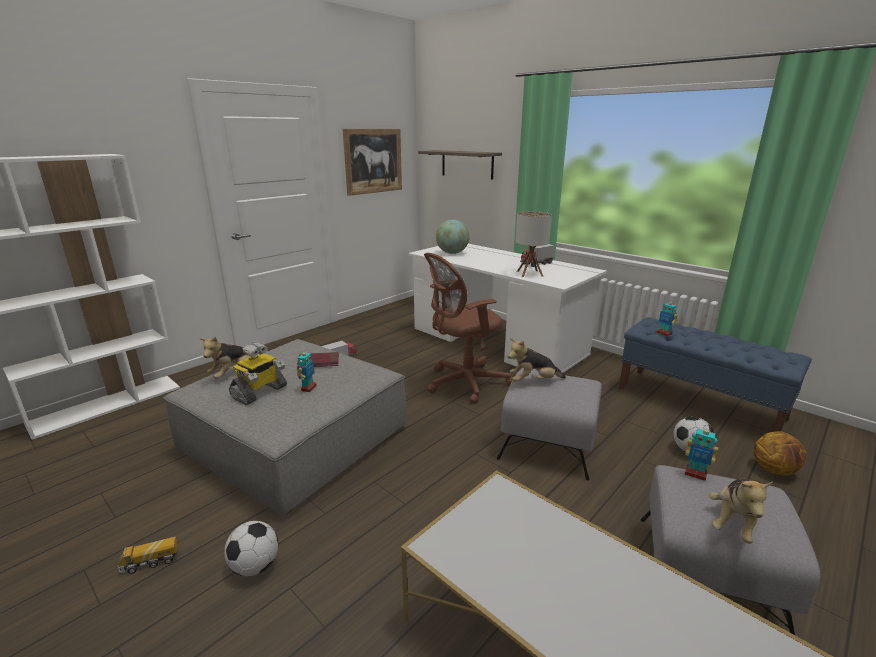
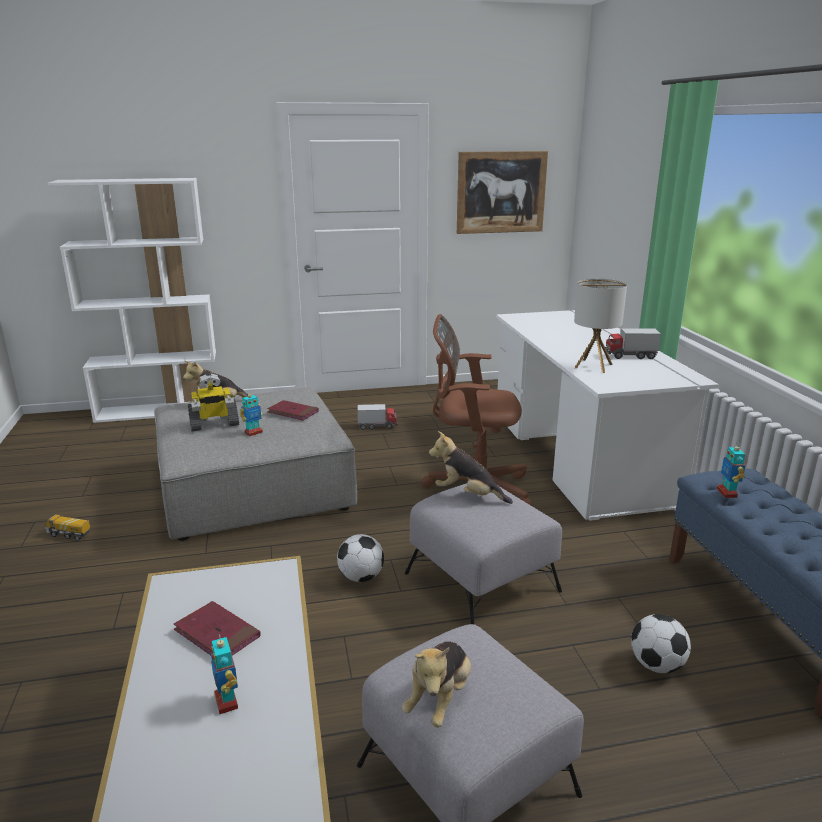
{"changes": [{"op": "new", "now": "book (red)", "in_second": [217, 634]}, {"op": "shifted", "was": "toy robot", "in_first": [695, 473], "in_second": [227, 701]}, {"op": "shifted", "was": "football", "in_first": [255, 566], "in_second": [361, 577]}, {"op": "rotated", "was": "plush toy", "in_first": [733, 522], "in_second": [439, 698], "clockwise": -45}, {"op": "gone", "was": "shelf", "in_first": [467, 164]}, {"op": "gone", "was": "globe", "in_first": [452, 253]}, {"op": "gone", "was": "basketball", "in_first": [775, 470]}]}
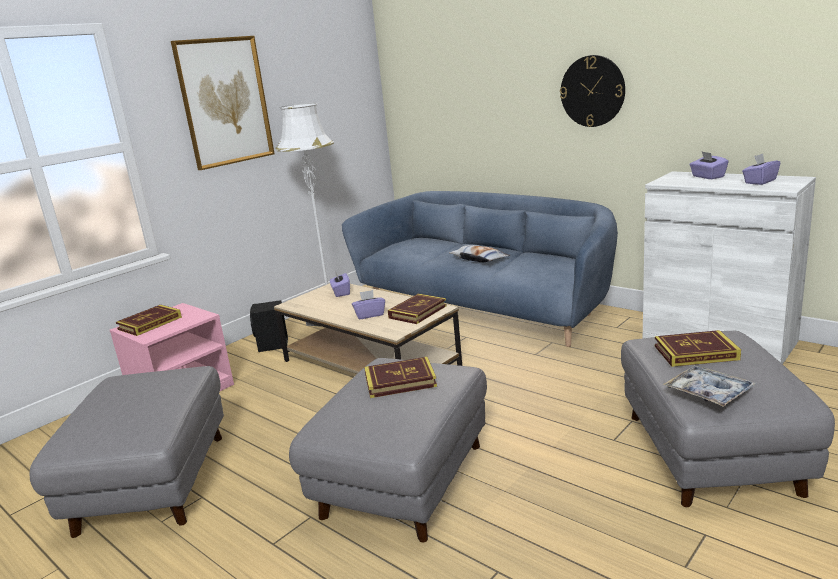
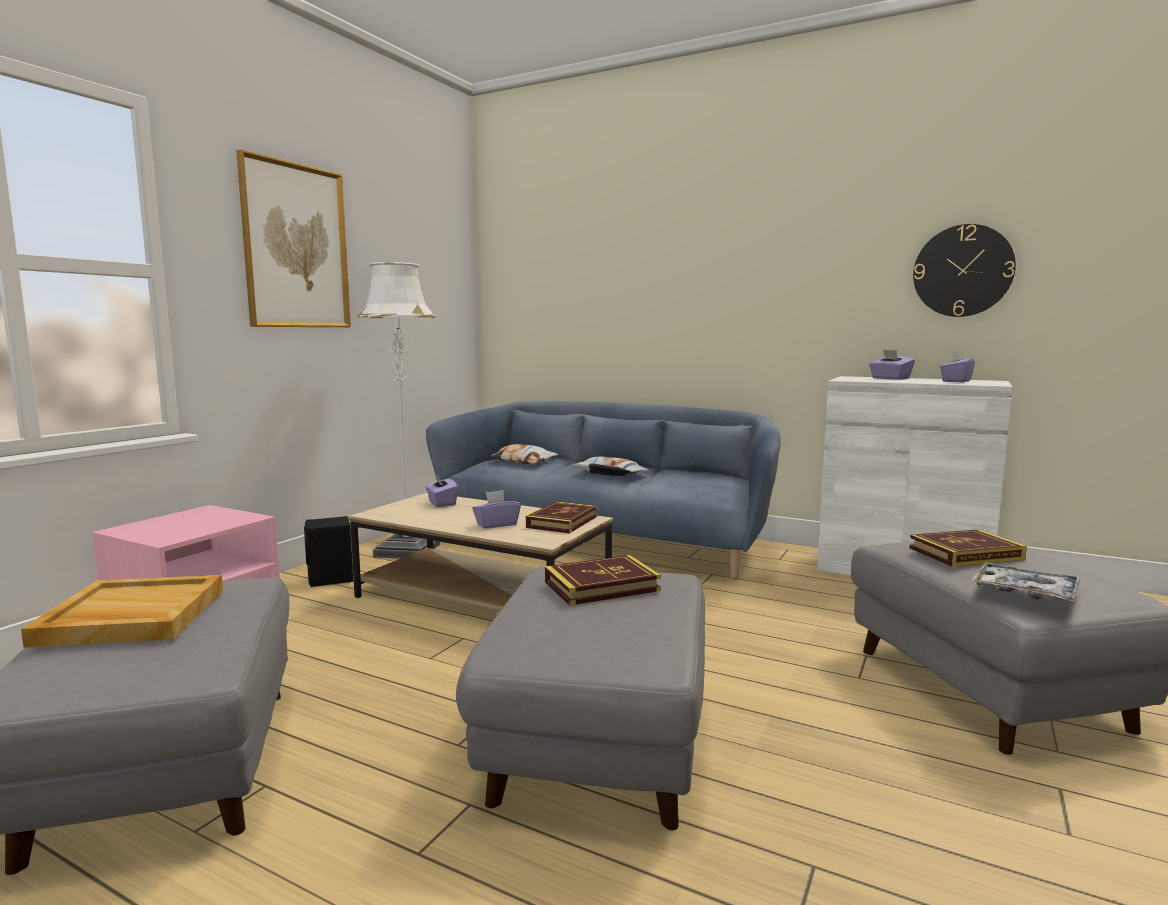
{"changes": [{"op": "new", "now": "tray (beige)", "in_second": [131, 616]}, {"op": "new", "now": "pillow", "in_second": [522, 461]}, {"op": "shifted", "was": "wall clock", "in_first": [592, 91], "in_second": [962, 271]}, {"op": "gone", "was": "book", "in_first": [150, 323]}]}
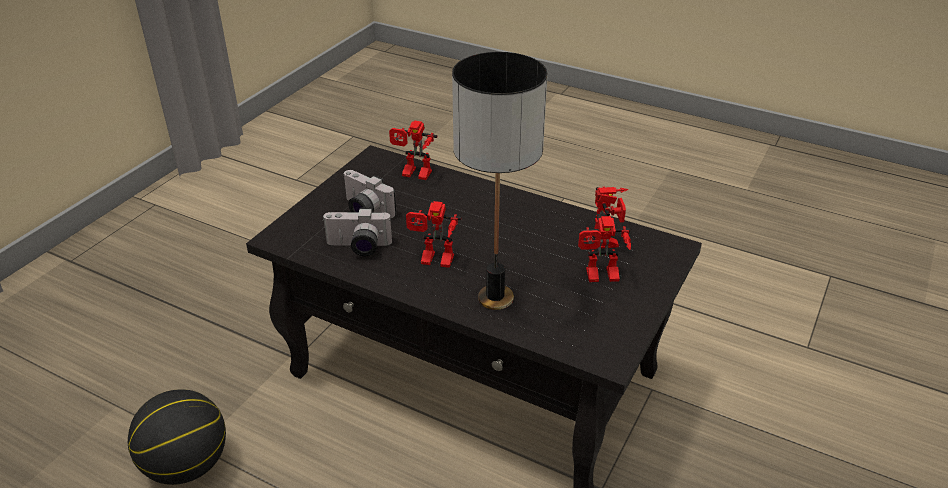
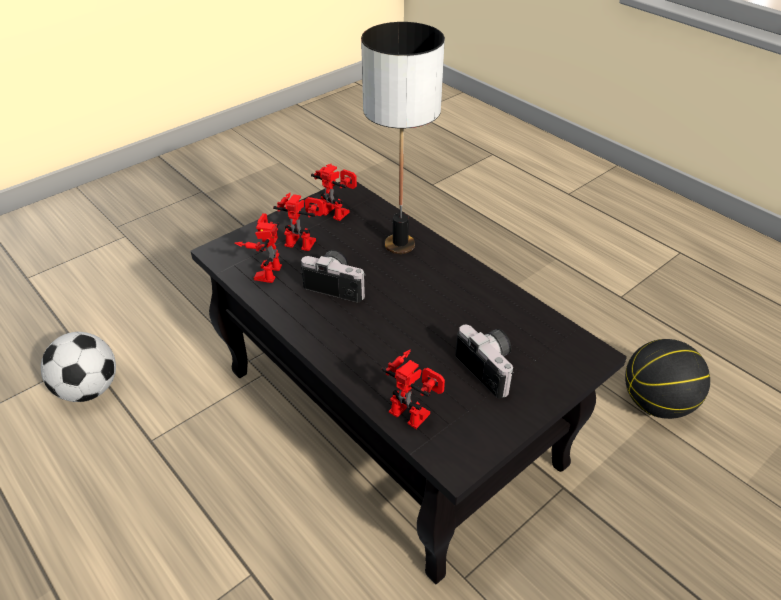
{"changes": [{"op": "new", "now": "football", "in_second": [88, 389]}, {"op": "shifted", "was": "photo camera", "in_first": [358, 247], "in_second": [337, 284]}, {"op": "shifted", "was": "toy robot", "in_first": [434, 262], "in_second": [338, 211]}]}
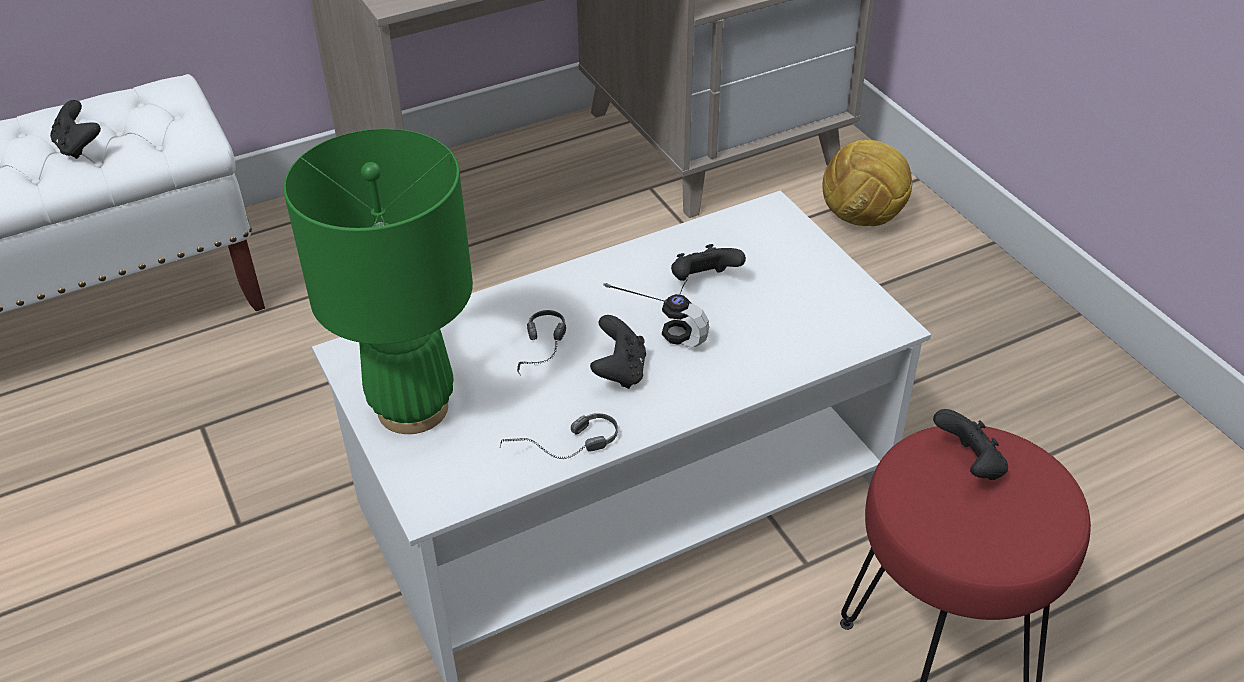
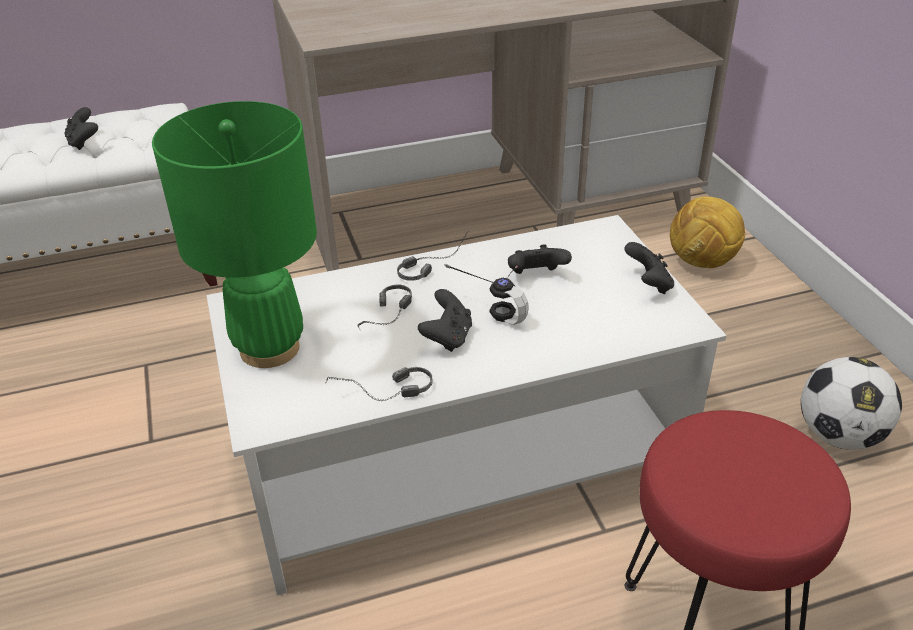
{"changes": [{"op": "new", "now": "headphones", "in_second": [432, 262]}, {"op": "shifted", "was": "game controller (black)", "in_first": [969, 465], "in_second": [648, 284]}, {"op": "new", "now": "football", "in_second": [838, 435]}]}
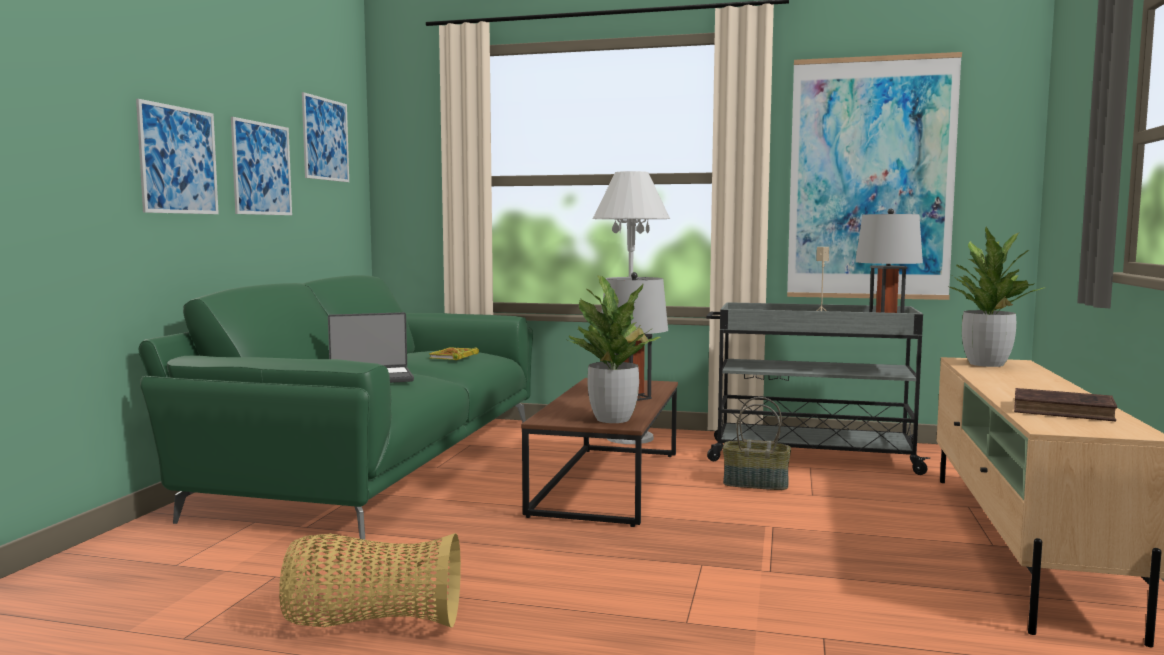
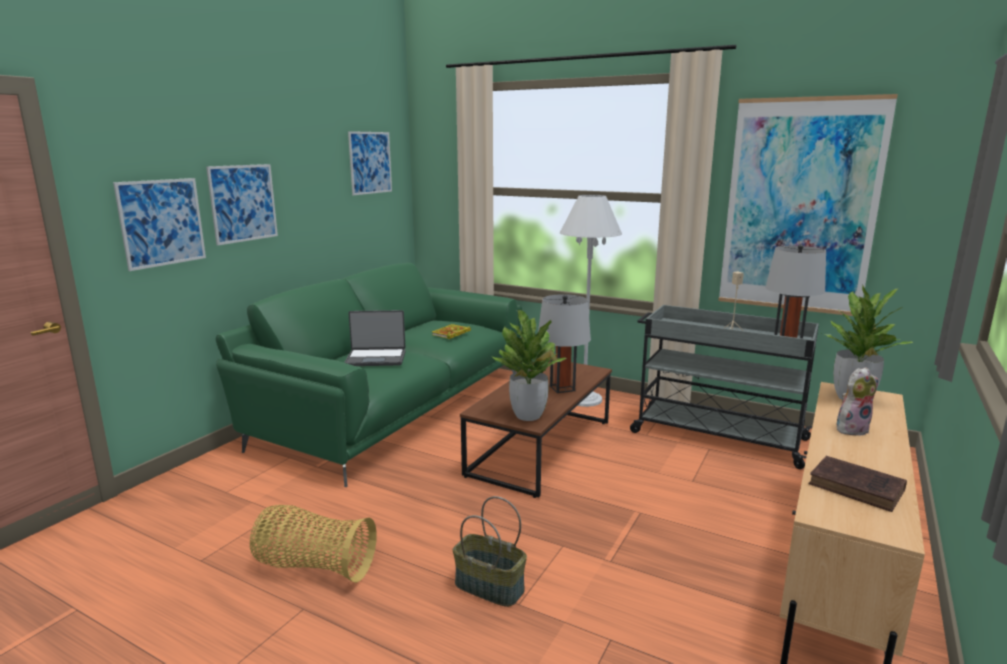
{"changes": [{"op": "shifted", "was": "picture", "in_first": [262, 168], "in_second": [162, 222]}, {"op": "shifted", "was": "basket", "in_first": [755, 484], "in_second": [488, 587]}, {"op": "new", "now": "plush toy", "in_second": [851, 429]}]}
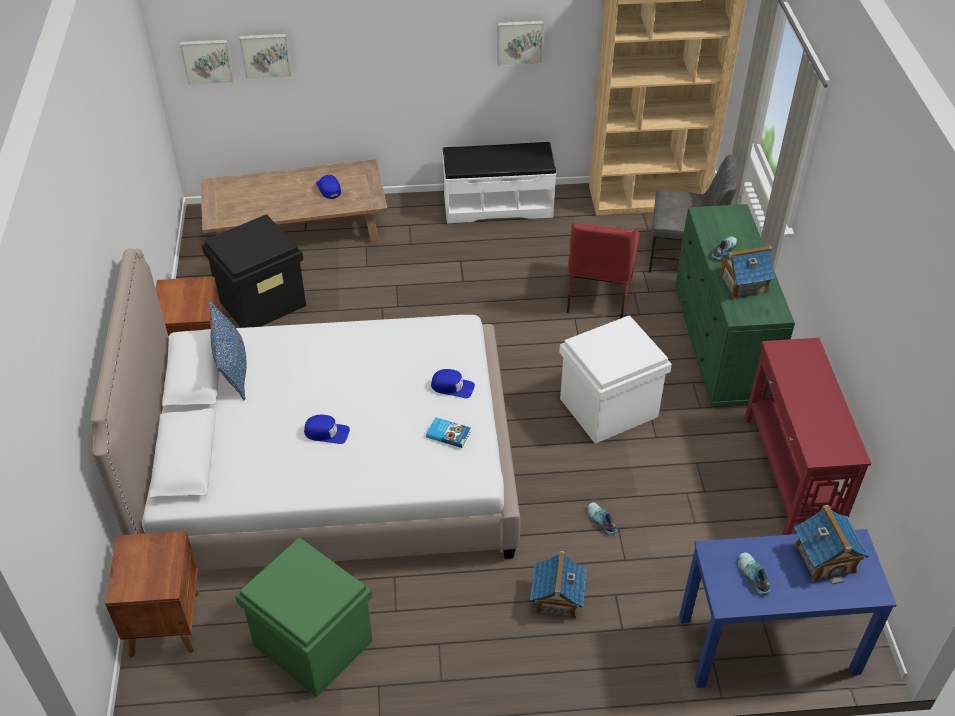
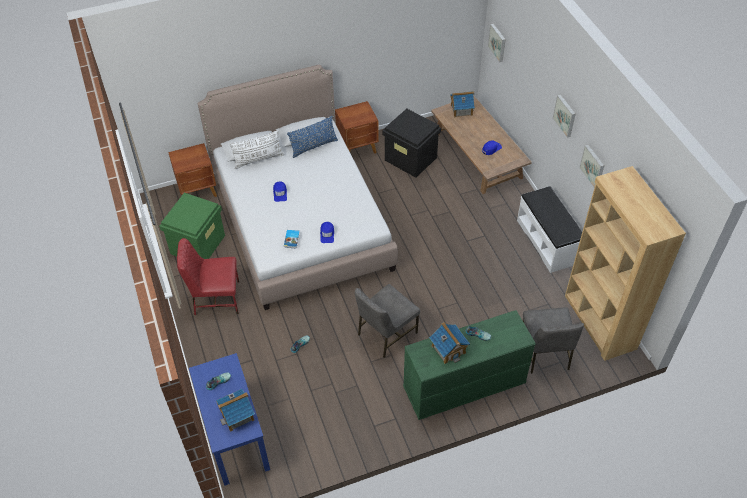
{"changes": [{"op": "shifted", "was": "chair (red)", "in_first": [597, 295], "in_second": [216, 298]}, {"op": "new", "now": "pillow (white)", "in_second": [258, 159]}, {"op": "swapped", "was": "storage box (white)", "now": "chair (grey)", "in_first": [608, 408], "in_second": [386, 333]}, {"op": "shifted", "was": "toy house", "in_first": [557, 599], "in_second": [461, 110]}, {"op": "shifted", "was": "picture", "in_first": [265, 55], "in_second": [565, 115]}, {"op": "gone", "was": "console table (red)", "in_first": [790, 475]}]}
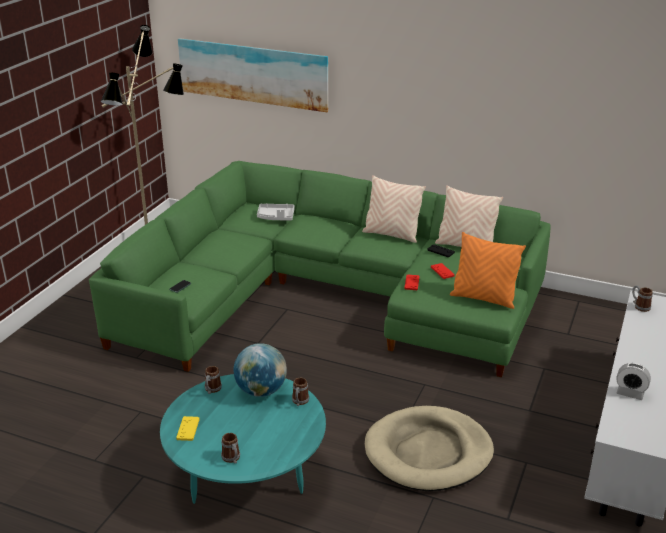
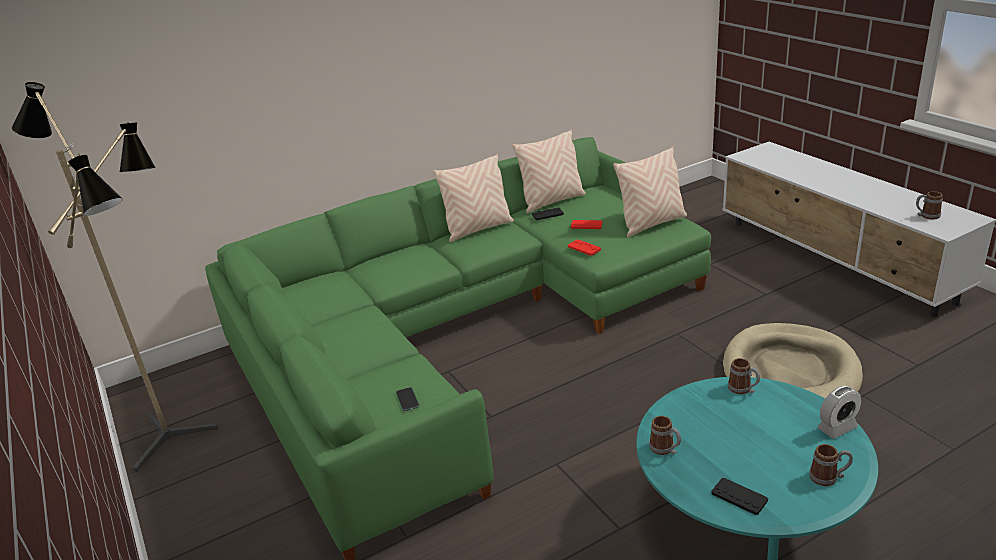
{"changes": [{"op": "repainted", "was": "pillow (orange)", "now": "pillow (beige)", "in_first": [483, 298], "in_second": [651, 224]}, {"op": "repainted", "was": "game controller (yellow)", "now": "game controller (black)", "in_first": [188, 429], "in_second": [739, 497]}, {"op": "shifted", "was": "alarm clock", "in_first": [630, 393], "in_second": [837, 428]}, {"op": "shifted", "was": "mug", "in_first": [639, 306], "in_second": [926, 216]}, {"op": "gone", "was": "picture", "in_first": [253, 73]}, {"op": "gone", "was": "globe", "in_first": [261, 391]}, {"op": "gone", "was": "tray (grey)", "in_first": [276, 217]}]}
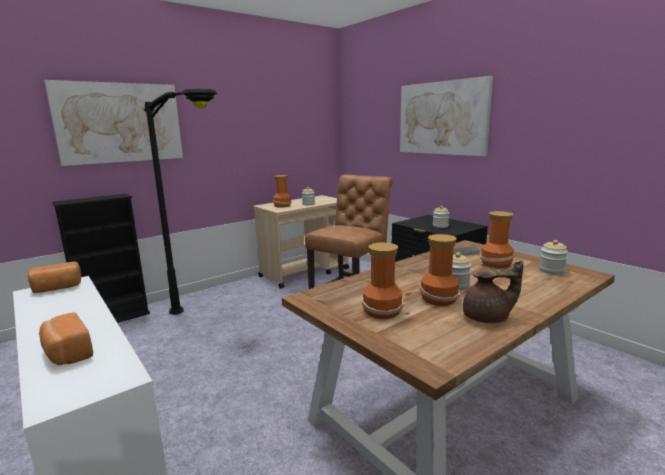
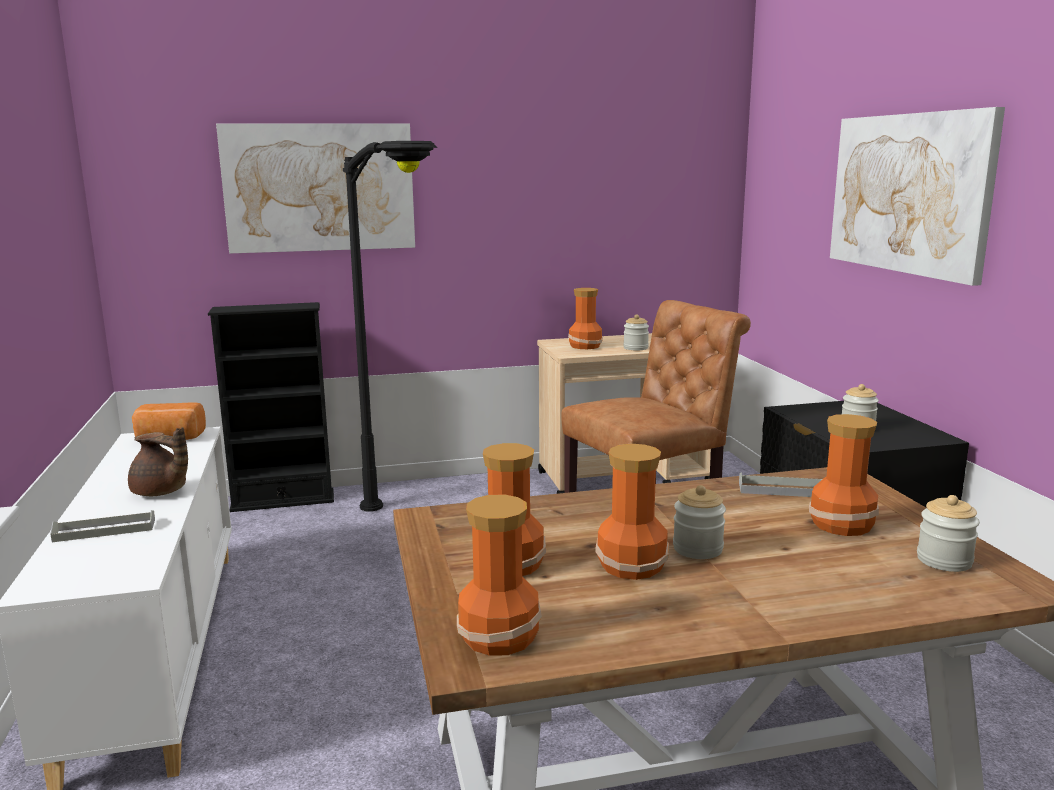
{"changes": [{"op": "swapped", "was": "bread", "now": "tray (grey)", "in_first": [67, 353], "in_second": [105, 530]}, {"op": "shifted", "was": "teapot (brown)", "in_first": [488, 318], "in_second": [161, 492]}, {"op": "new", "now": "vase", "in_second": [501, 637]}]}
